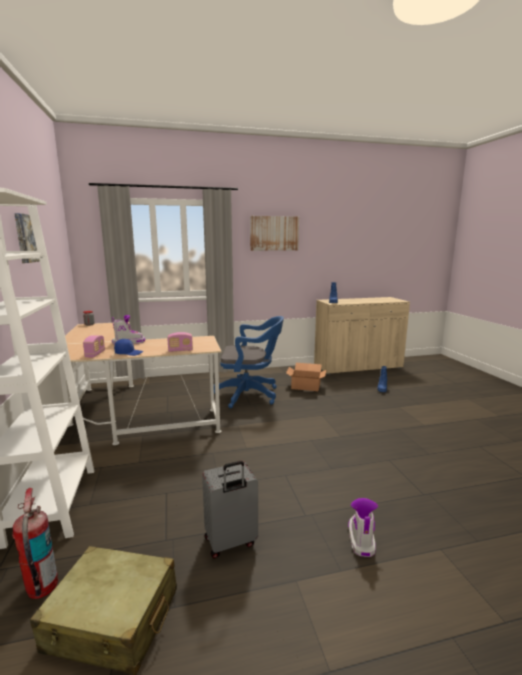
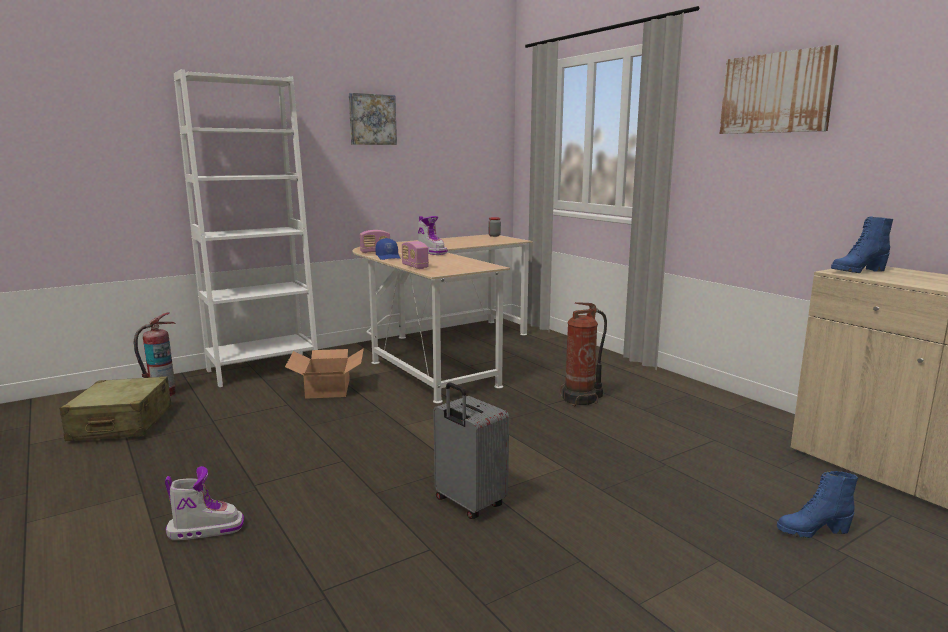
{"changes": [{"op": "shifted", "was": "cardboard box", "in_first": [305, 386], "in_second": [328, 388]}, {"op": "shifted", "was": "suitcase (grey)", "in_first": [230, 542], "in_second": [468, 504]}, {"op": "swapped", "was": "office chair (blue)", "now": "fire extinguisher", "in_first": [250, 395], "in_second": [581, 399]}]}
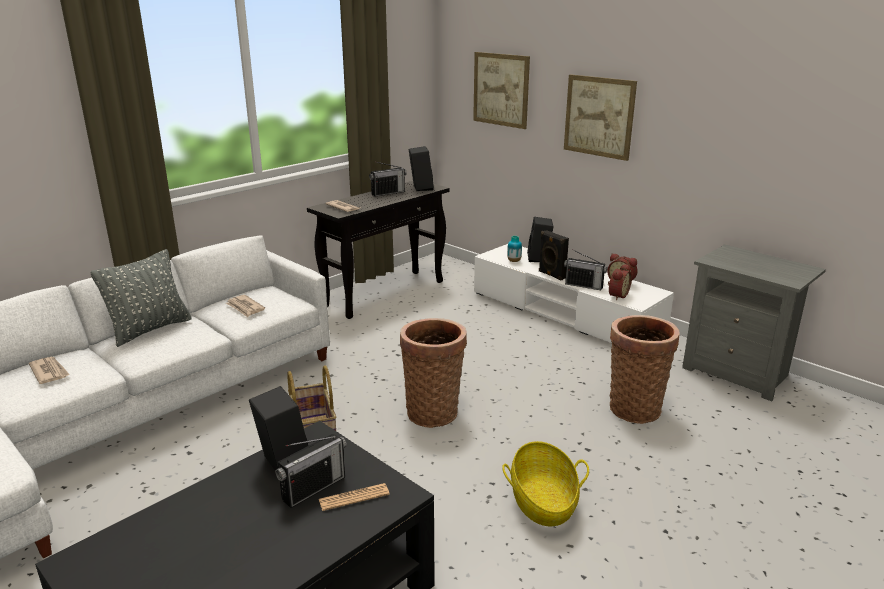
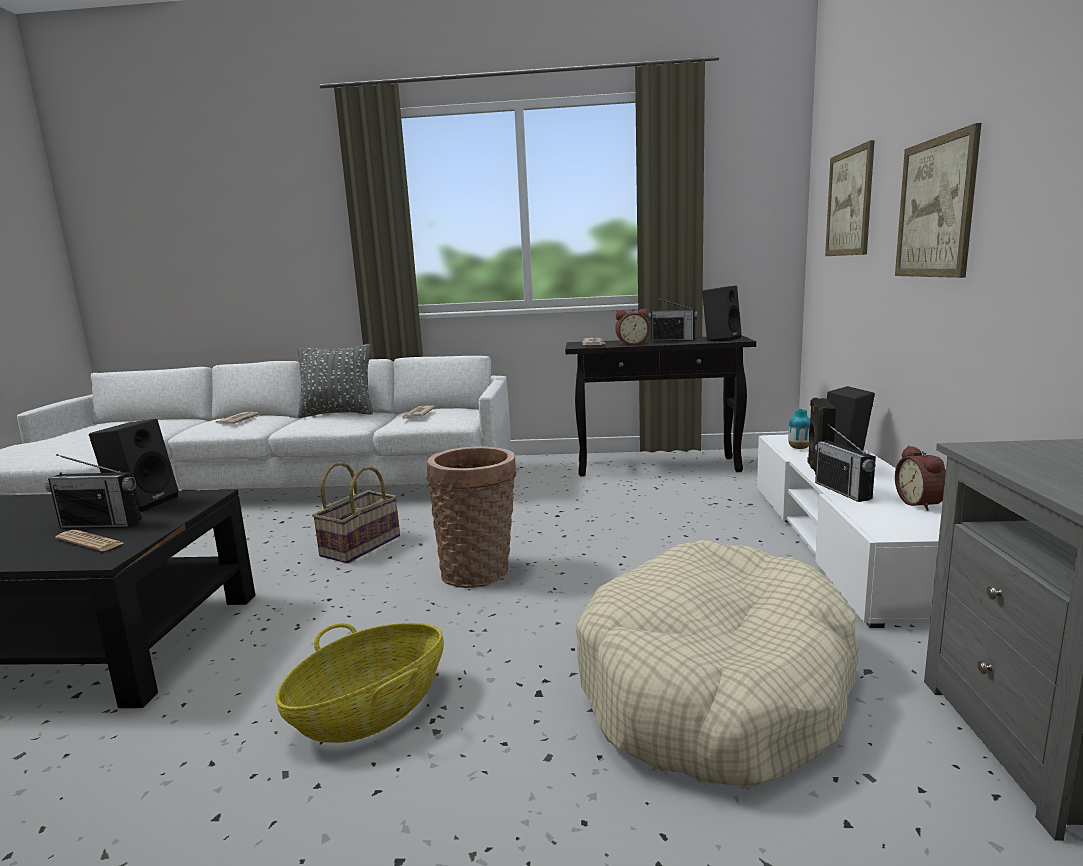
{"changes": [{"op": "swapped", "was": "basket", "now": "dog bed (beige)", "in_first": [635, 407], "in_second": [715, 686]}, {"op": "shifted", "was": "alarm clock", "in_first": [617, 295], "in_second": [632, 344]}]}
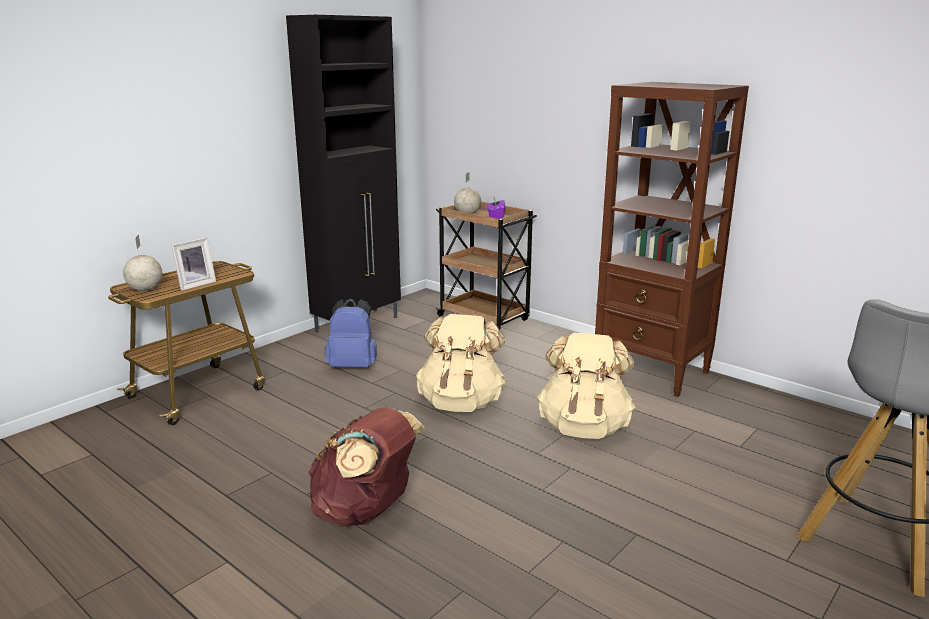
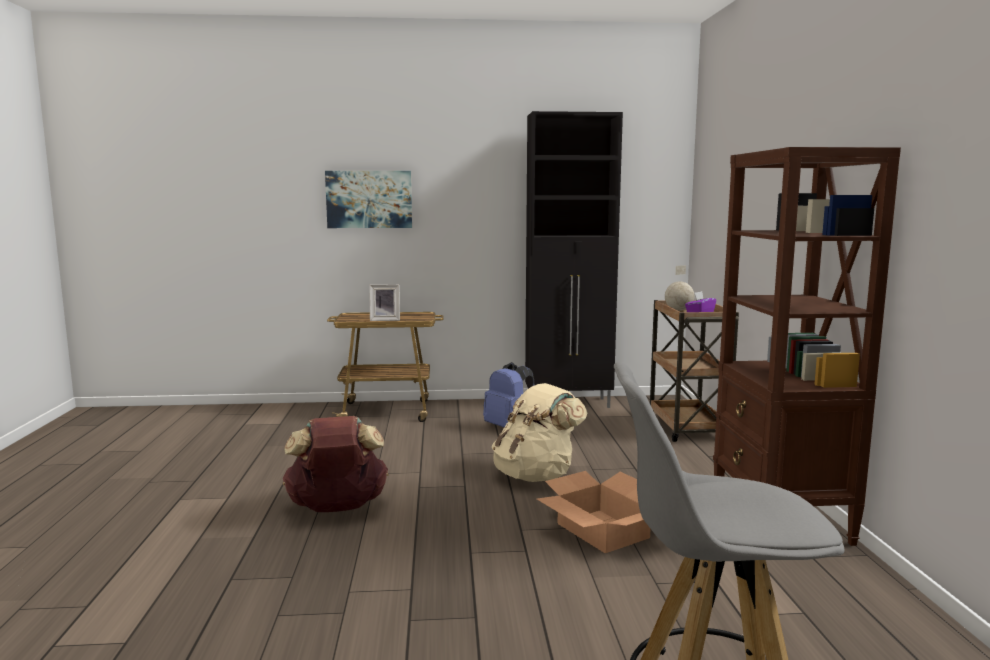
{"changes": [{"op": "new", "now": "picture", "in_second": [369, 199]}, {"op": "swapped", "was": "backpack (beige)", "now": "cardboard box", "in_first": [584, 427], "in_second": [602, 531]}, {"op": "gone", "was": "globe", "in_first": [145, 290]}]}
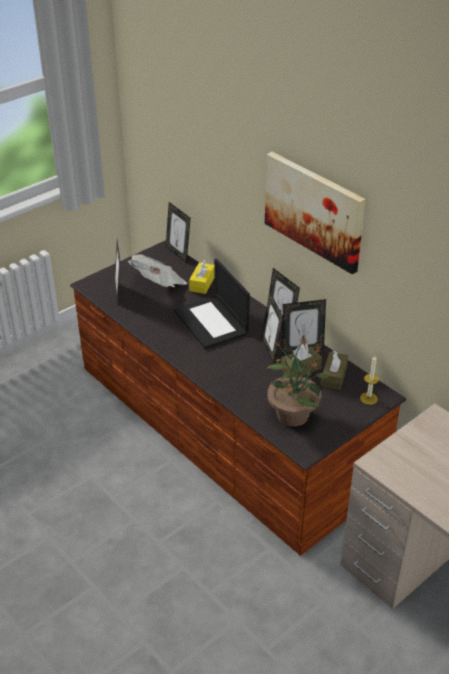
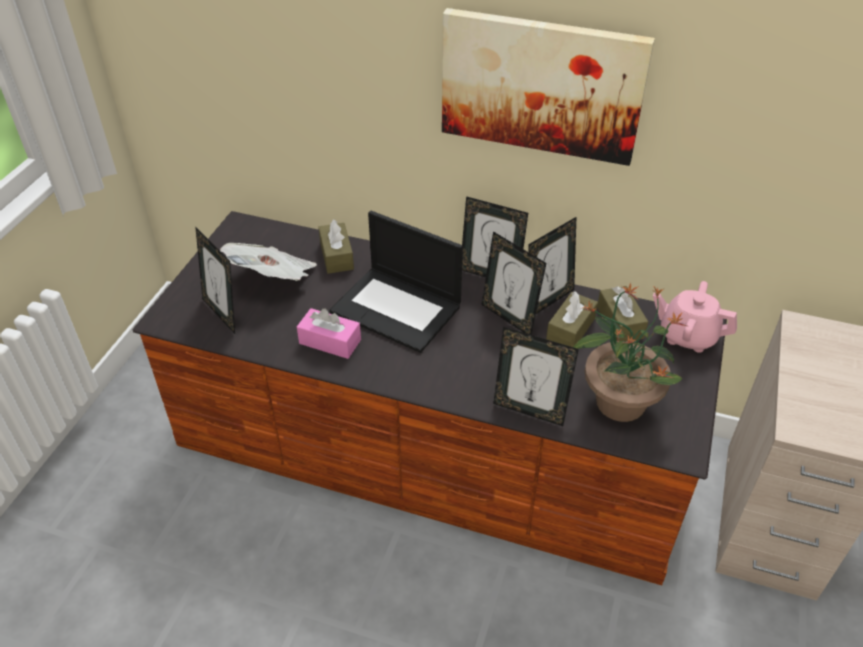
{"changes": [{"op": "new", "now": "tissue box (pink)", "in_second": [330, 341]}, {"op": "repainted", "was": "tissue box (yellow)", "now": "tissue box (brown)", "in_first": [202, 283], "in_second": [336, 256]}, {"op": "shifted", "was": "picture frame", "in_first": [178, 253], "in_second": [529, 410]}, {"op": "swapped", "was": "candle", "now": "teapot (pink)", "in_first": [368, 398], "in_second": [687, 336]}]}
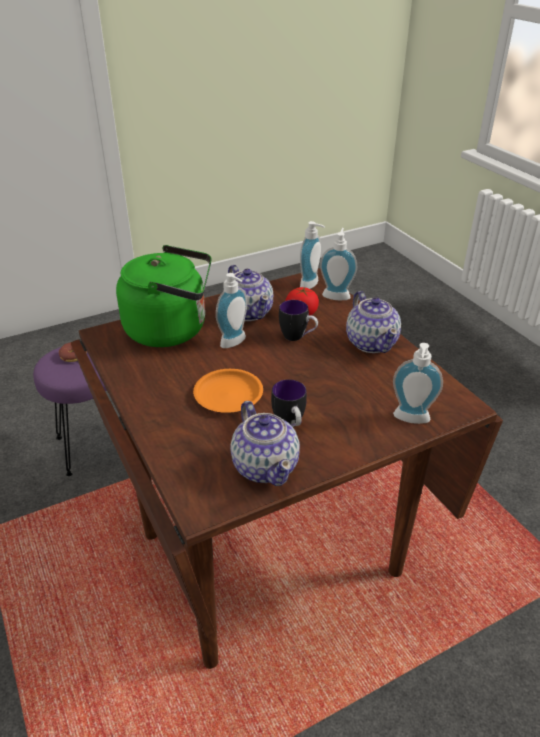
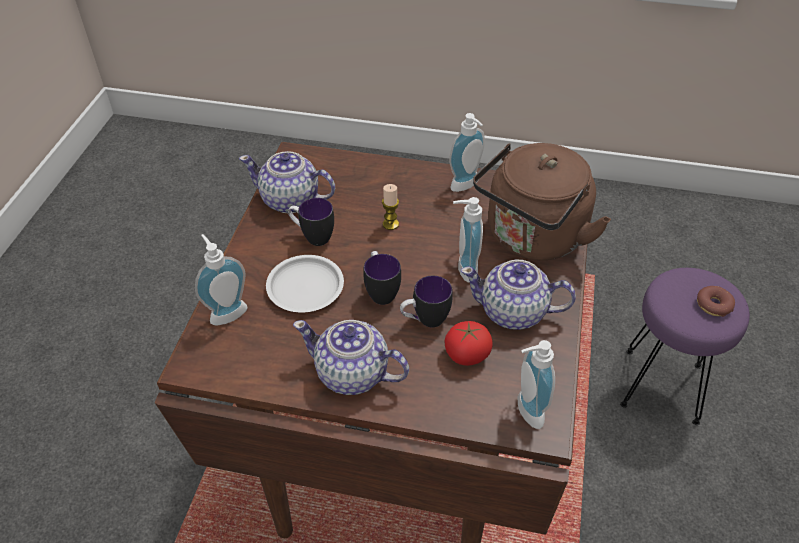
{"changes": [{"op": "new", "now": "plate (white)", "in_second": [305, 287]}, {"op": "new", "now": "mug", "in_second": [380, 291]}, {"op": "swapped", "was": "plate (orange)", "now": "candle", "in_first": [228, 394], "in_second": [390, 224]}, {"op": "shifted", "was": "soap dispenser", "in_first": [336, 295], "in_second": [467, 186]}, {"op": "repainted", "was": "kettle (green)", "now": "kettle (brown)", "in_first": [171, 330], "in_second": [532, 238]}]}
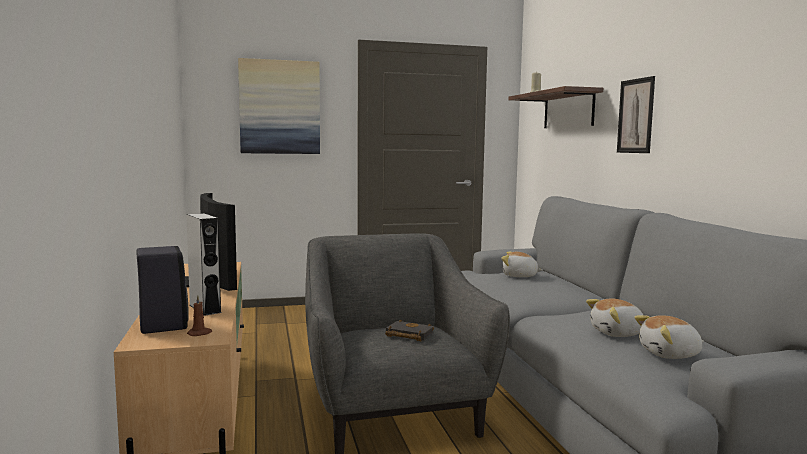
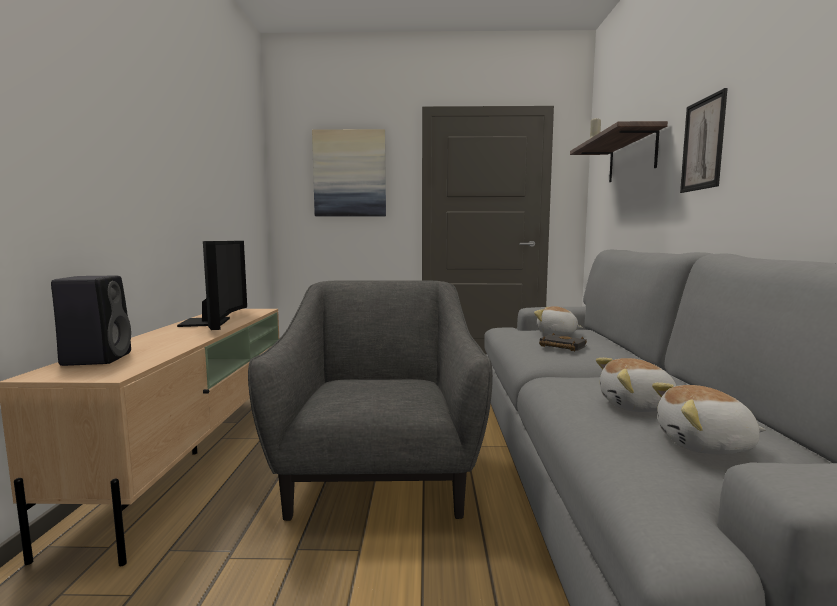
{"changes": [{"op": "shifted", "was": "book (black)", "in_first": [407, 335], "in_second": [561, 346]}, {"op": "gone", "was": "speaker (grey)", "in_first": [205, 308]}, {"op": "gone", "was": "candle (brown)", "in_first": [200, 333]}]}
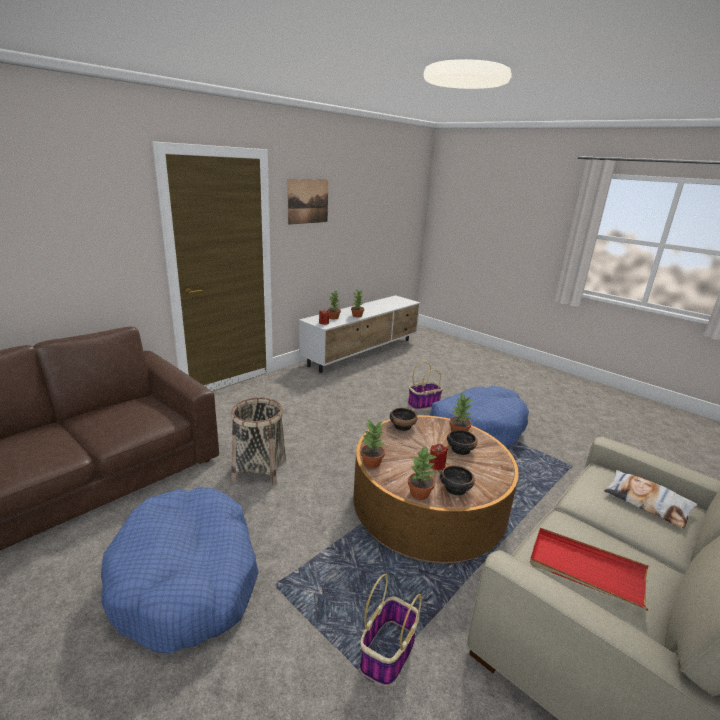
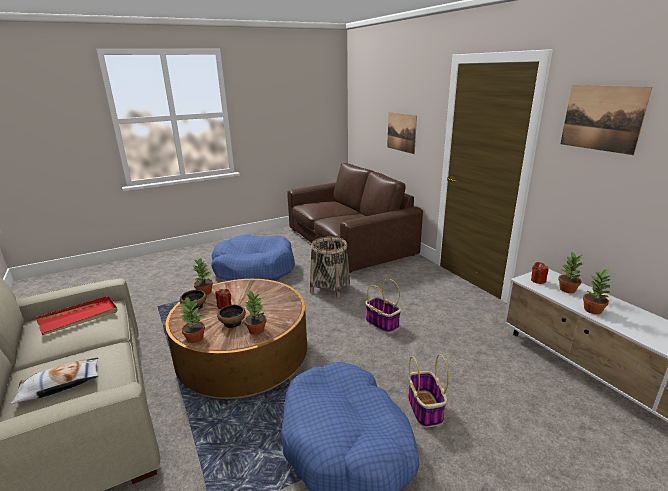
{"changes": [{"op": "shifted", "was": "potted plant", "in_first": [371, 463], "in_second": [195, 338]}, {"op": "shifted", "was": "basket", "in_first": [387, 654], "in_second": [381, 323]}, {"op": "new", "now": "picture", "in_second": [401, 132]}, {"op": "gone", "was": "bowl", "in_first": [402, 426]}]}
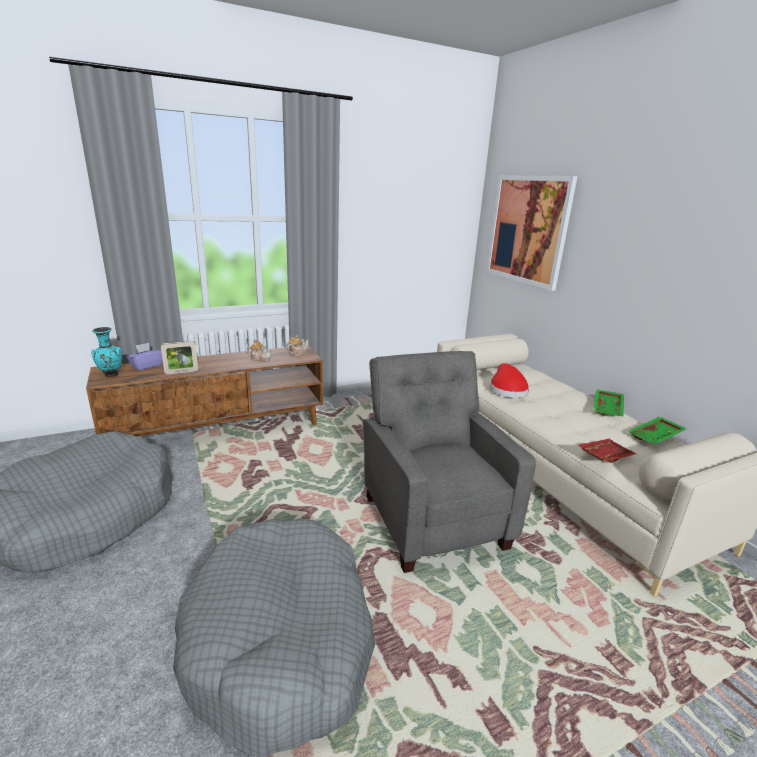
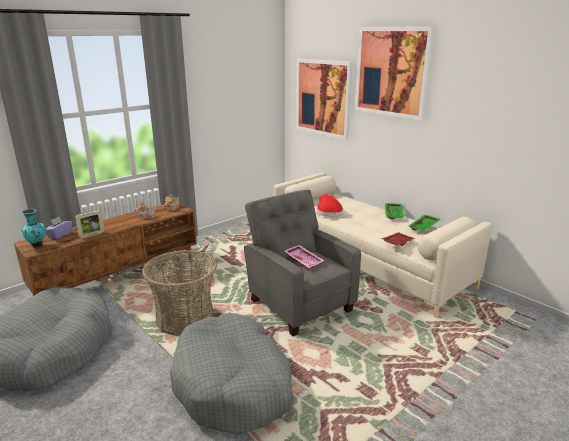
{"changes": [{"op": "new", "now": "basket", "in_second": [185, 318]}, {"op": "new", "now": "tray (pink)", "in_second": [304, 260]}, {"op": "new", "now": "picture", "in_second": [391, 72]}]}
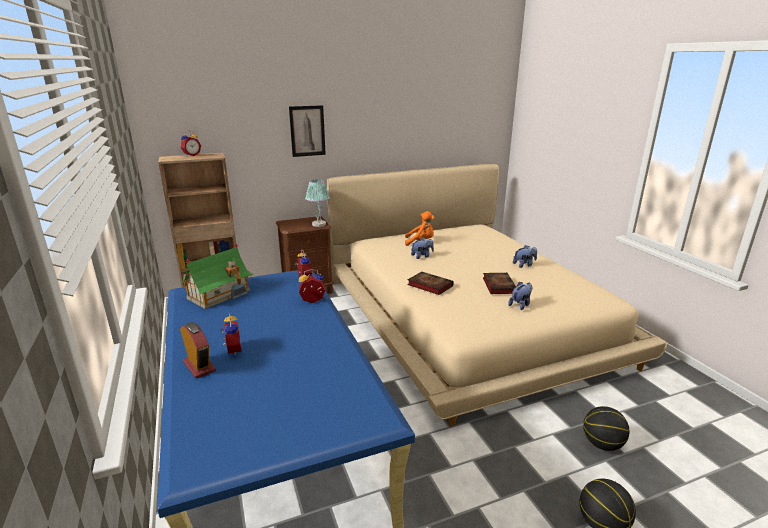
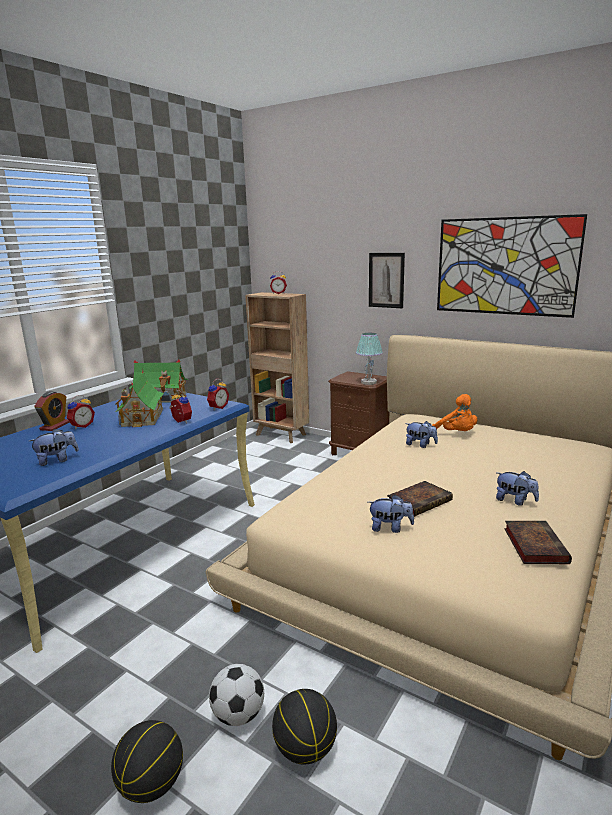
{"changes": [{"op": "new", "now": "plush toy", "in_second": [57, 460]}, {"op": "new", "now": "toy house", "in_second": [142, 417]}, {"op": "new", "now": "football", "in_second": [238, 715]}, {"op": "new", "now": "picture", "in_second": [505, 266]}, {"op": "shifted", "was": "book", "in_first": [428, 285], "in_second": [533, 545]}]}
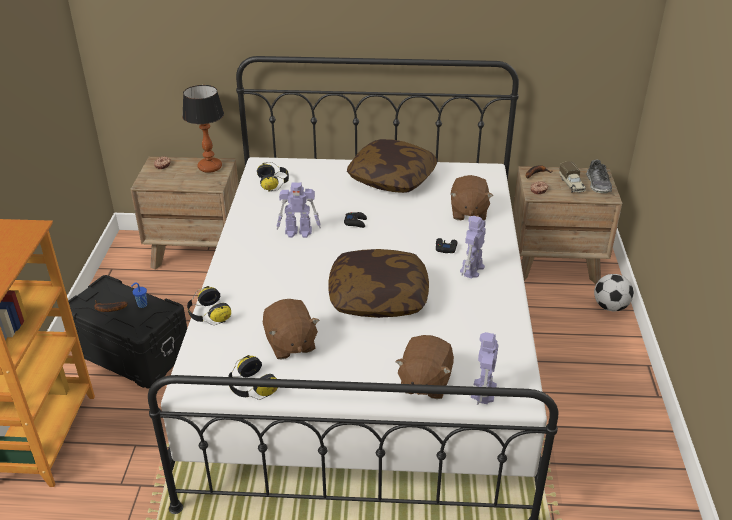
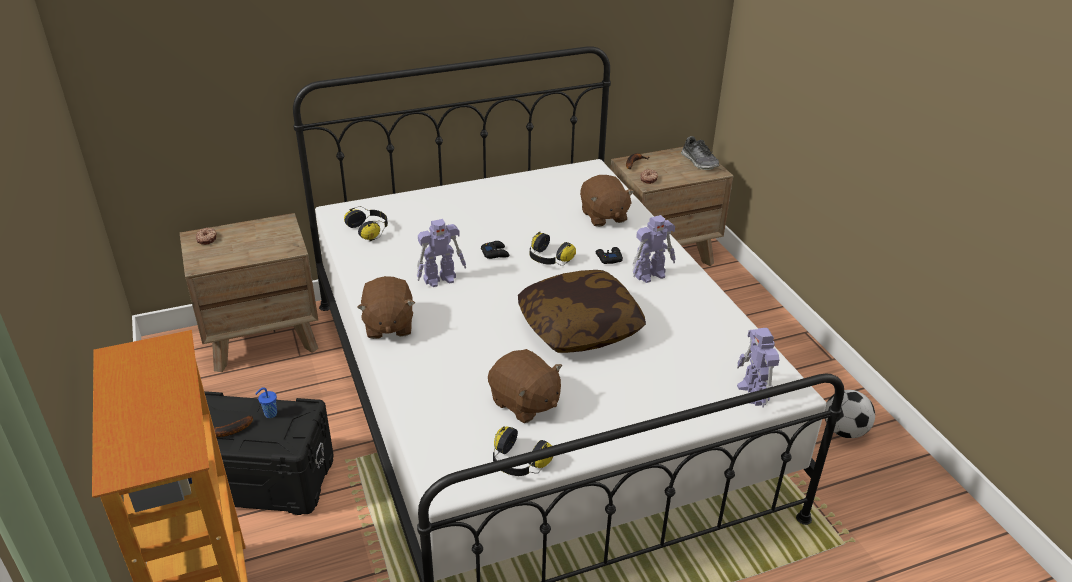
{"changes": [{"op": "shifted", "was": "plush toy (brown)", "in_first": [424, 382], "in_second": [388, 325]}, {"op": "shifted", "was": "headphones", "in_first": [208, 314], "in_second": [548, 259]}, {"op": "rotated", "was": "toy robot", "in_first": [471, 270], "in_second": [651, 274], "clockwise": -120}, {"op": "shifted", "was": "football", "in_first": [610, 307], "in_second": [844, 431]}, {"op": "gone", "was": "table lamp", "in_first": [210, 167]}, {"op": "gone", "was": "pillow", "in_first": [392, 179]}, {"op": "gone", "was": "toy truck", "in_first": [572, 185]}]}
